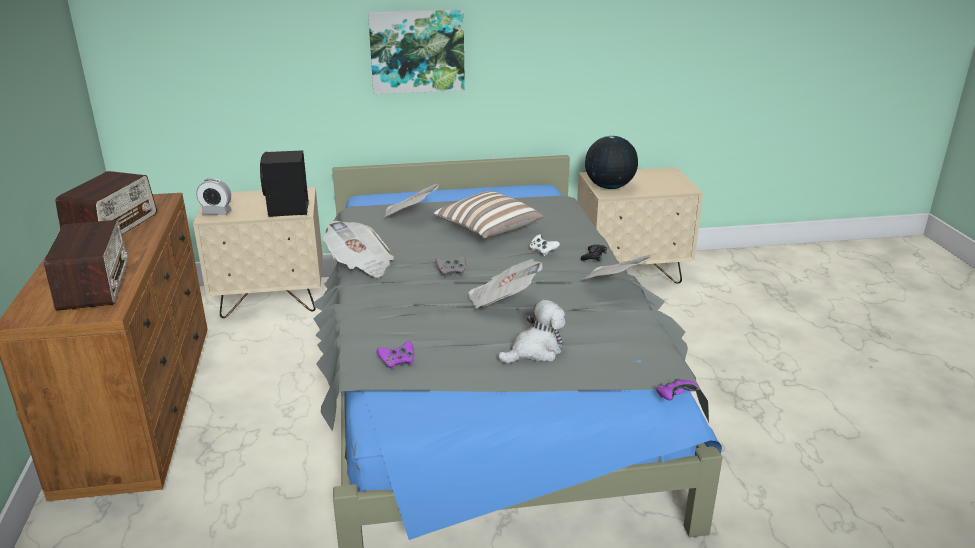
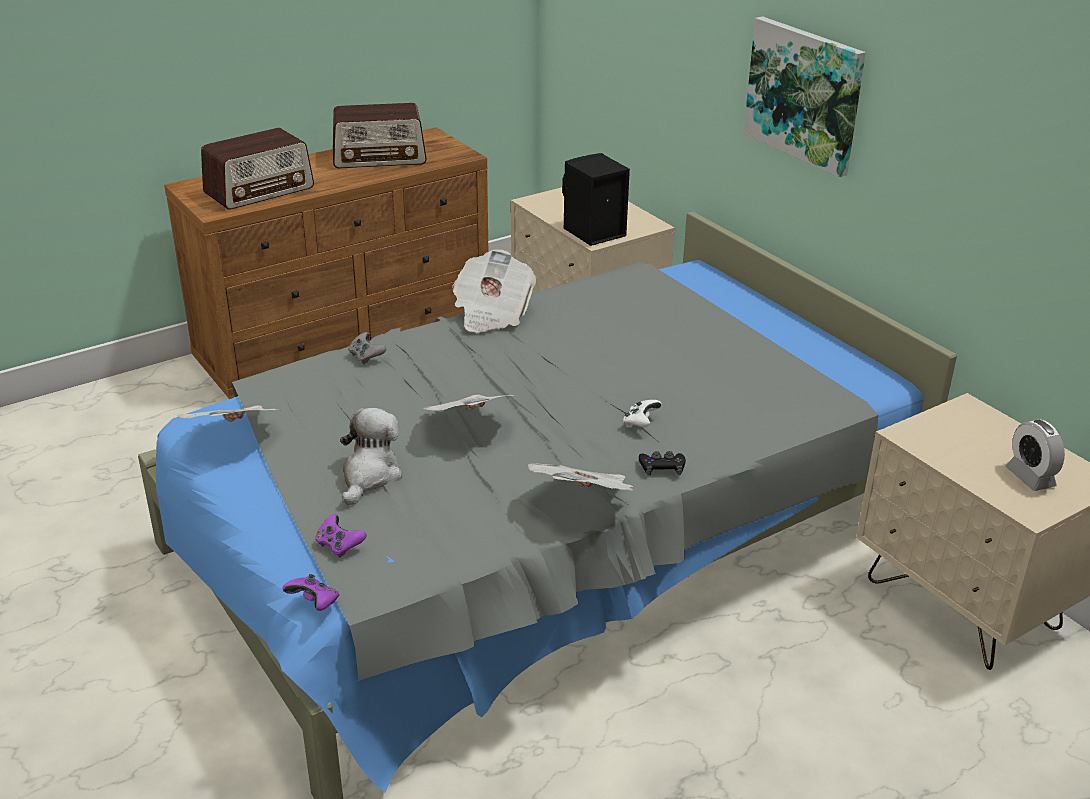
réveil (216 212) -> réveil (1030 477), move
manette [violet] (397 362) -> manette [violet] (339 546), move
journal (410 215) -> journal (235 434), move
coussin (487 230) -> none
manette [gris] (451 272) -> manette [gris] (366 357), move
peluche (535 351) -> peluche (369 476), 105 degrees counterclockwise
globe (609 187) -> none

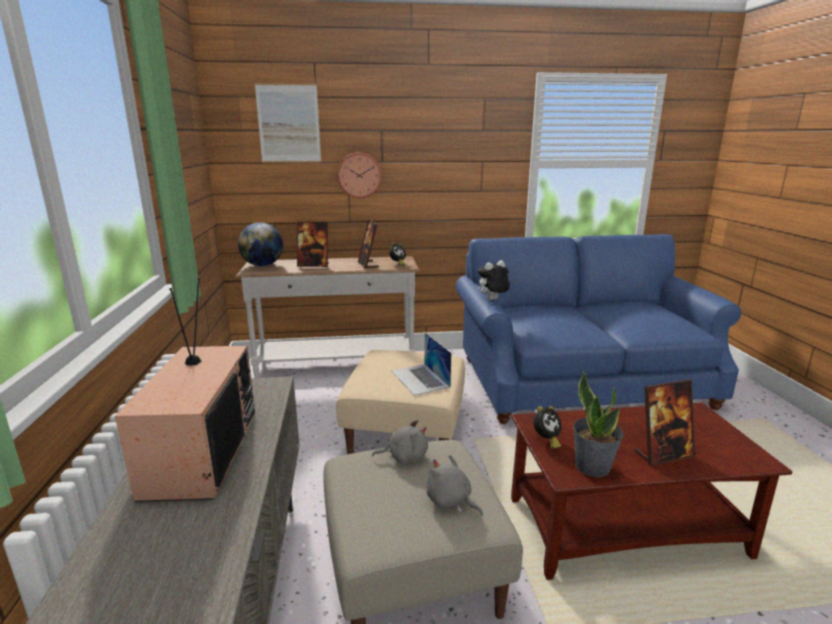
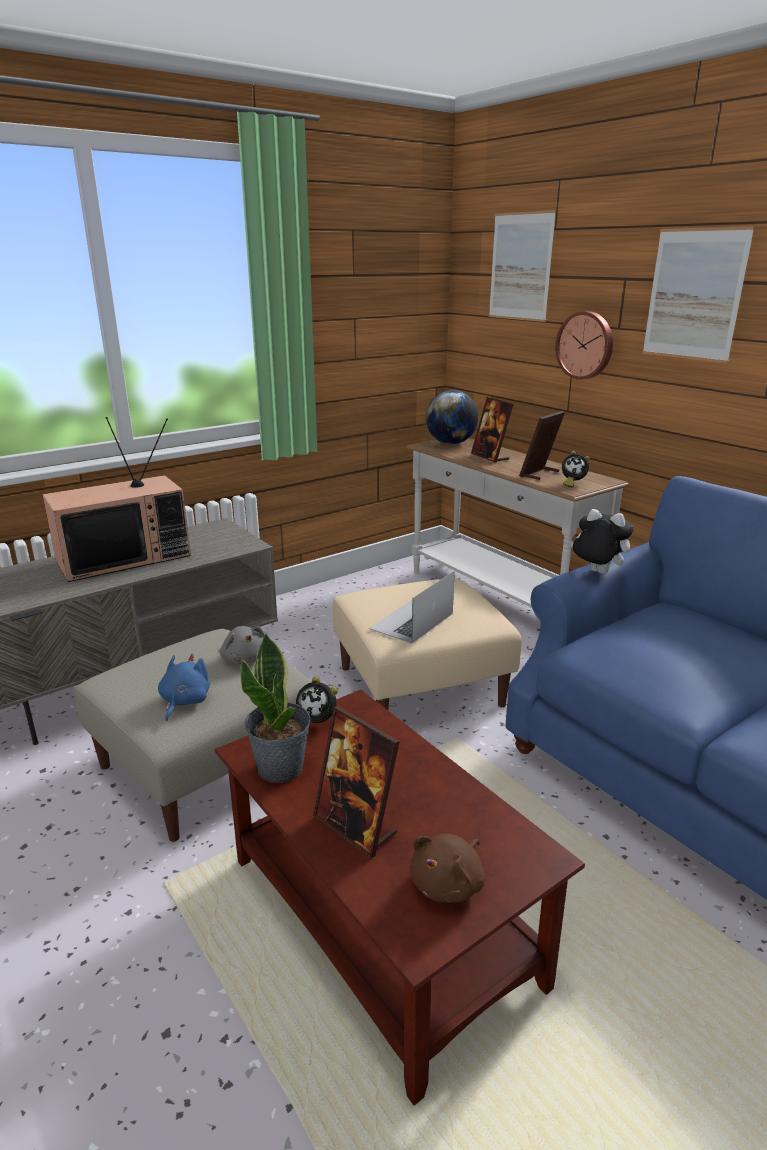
peluche [gris] (450 501) -> peluche [bleu] (184 701)
none -> peluche [marron] (449 884)
none -> tableau (694 295)

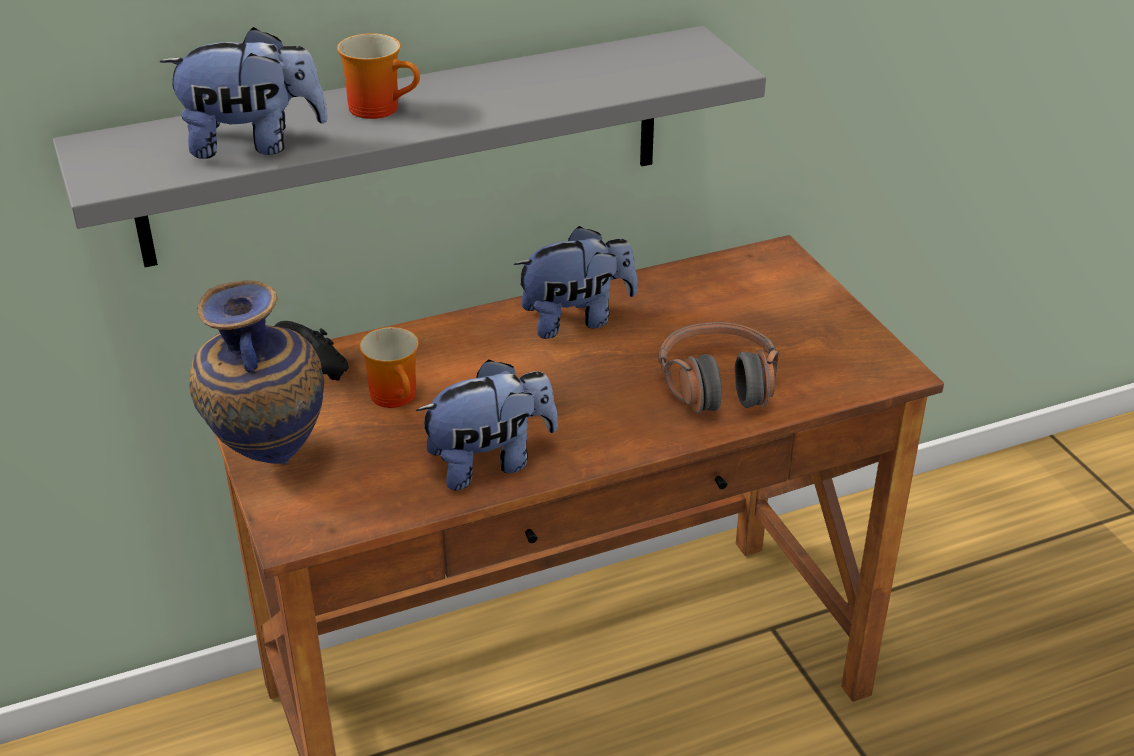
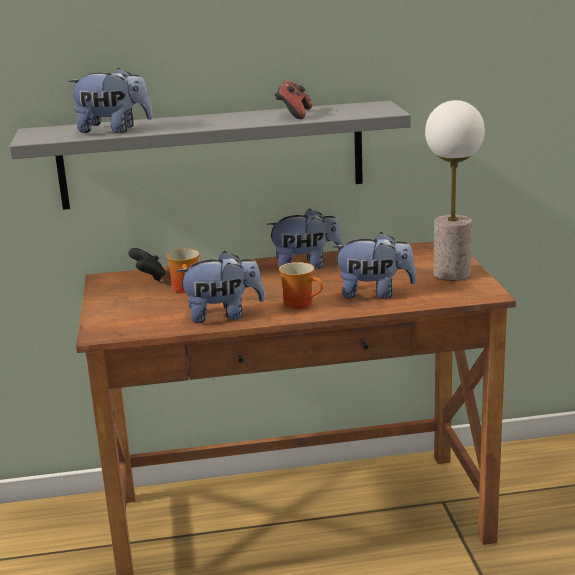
vase (268 461) -> none
mug (381 107) -> mug (302 303), move
casque audio (718 384) -> peluche (374 293)
none -> manette (294 115)
none -> lampe de table (452 274)

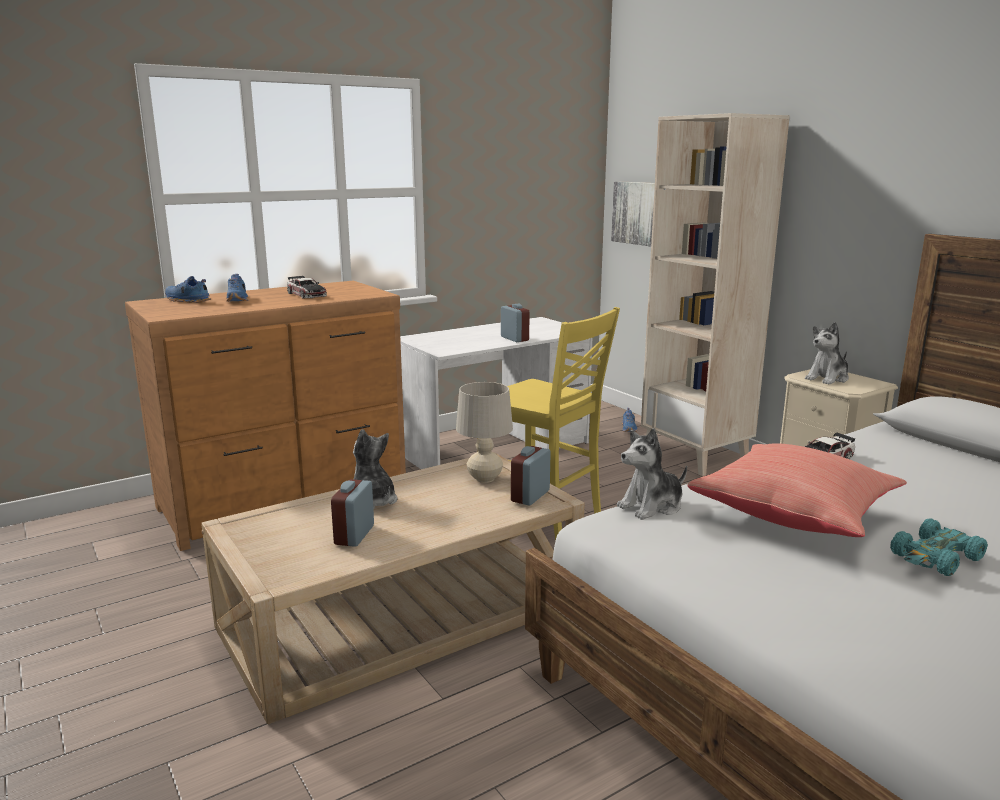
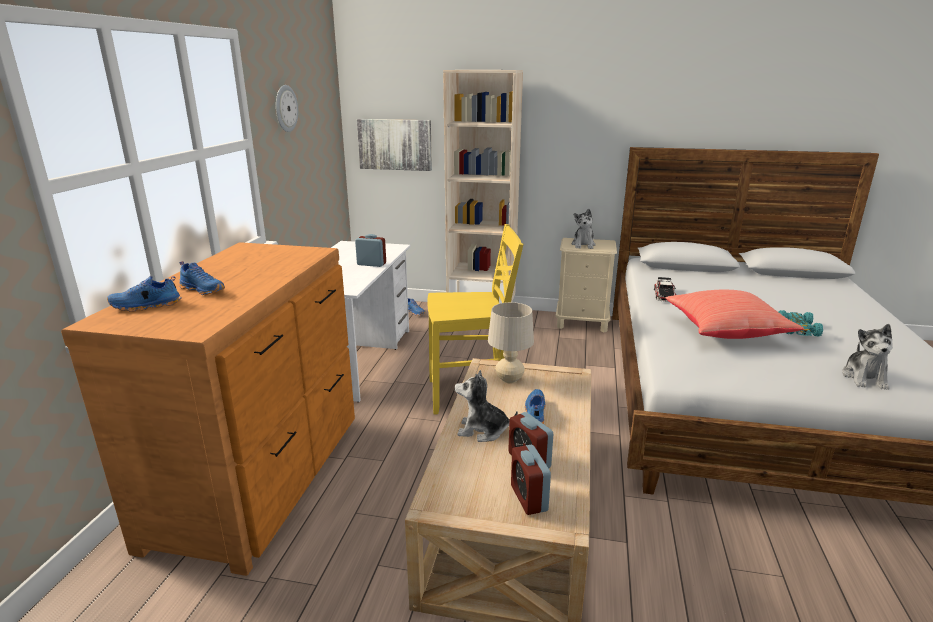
petite voiture (306 294) -> none
réveil (530 496) -> réveil (529 498), move
peluche (652 506) -> peluche (864 378), move
none -> horloge murale (285 108)
none -> chaussure [bleu] (534 412)

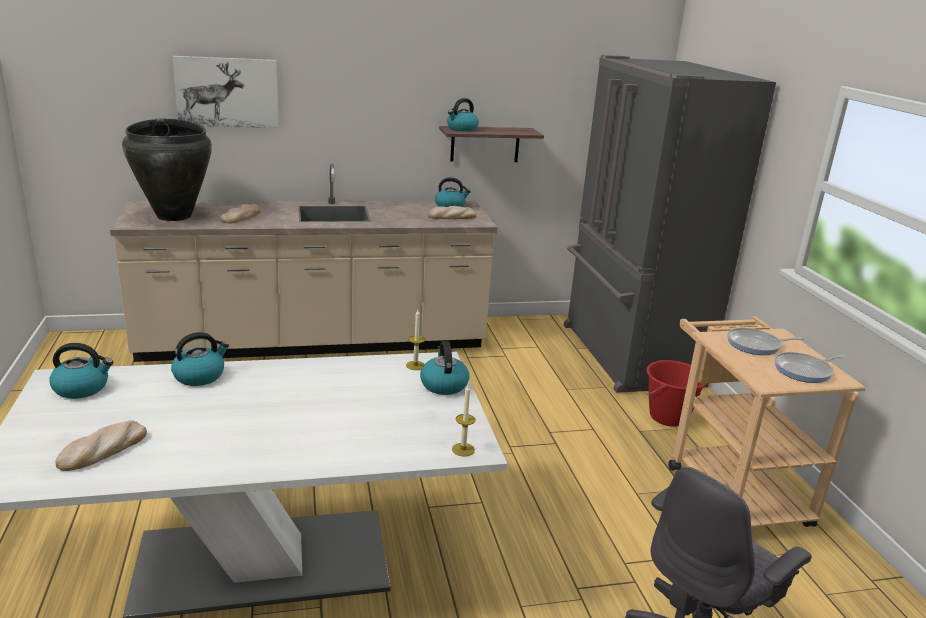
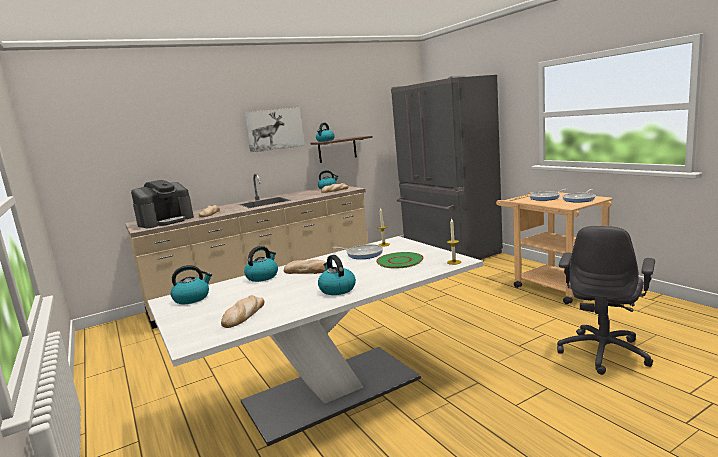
vase [noir] (174 216) -> machine à café (166 221)
tableau (227 92) -> tableau (274 129), move
bouilloire (443 384) -> bouilloire (337 289), move
seau [rouge] (668 417) -> none
none -> pain (308 270)
none -> poêle (363 254)
none -> assiette [vert] (400 261)

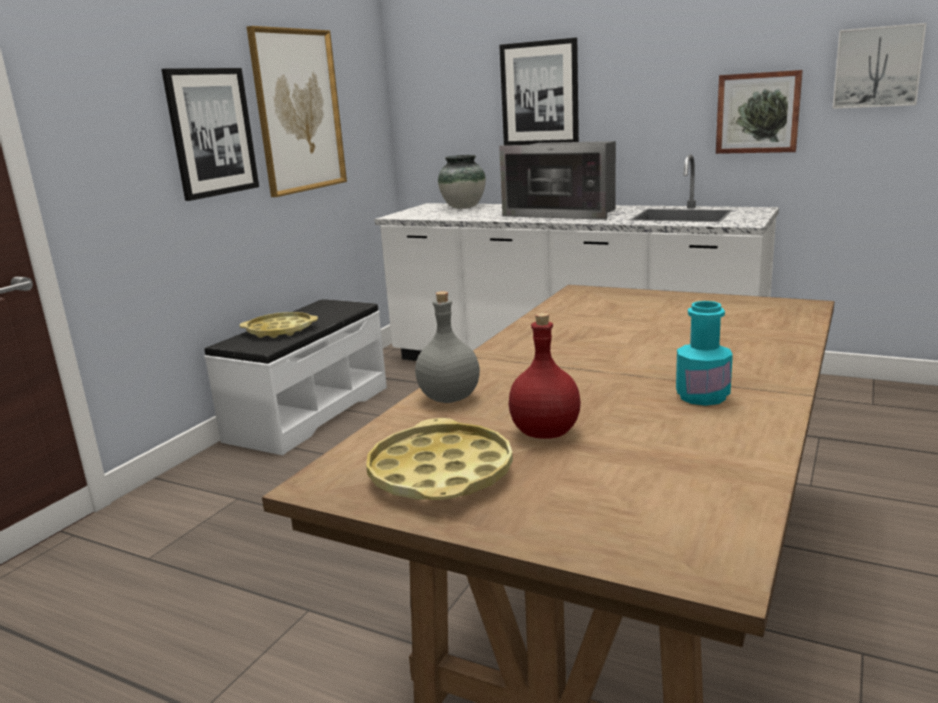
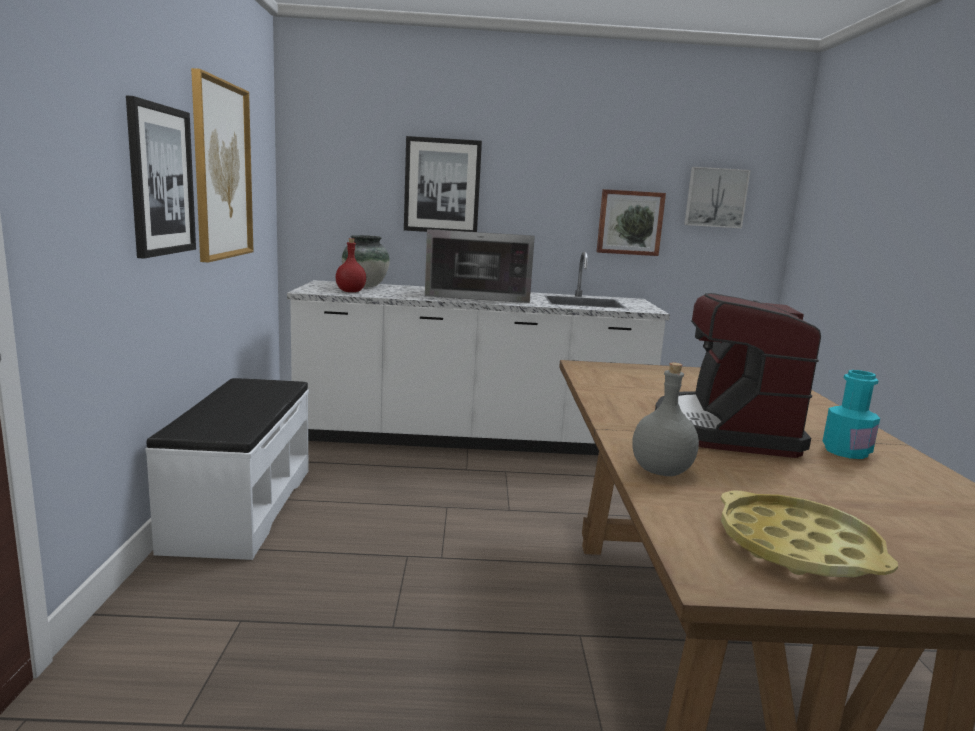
plateau [jaune] (280 330) -> none
bouteille [rouge] (546 433) -> bouteille [rouge] (351 292), move
none -> machine à café (726 430)

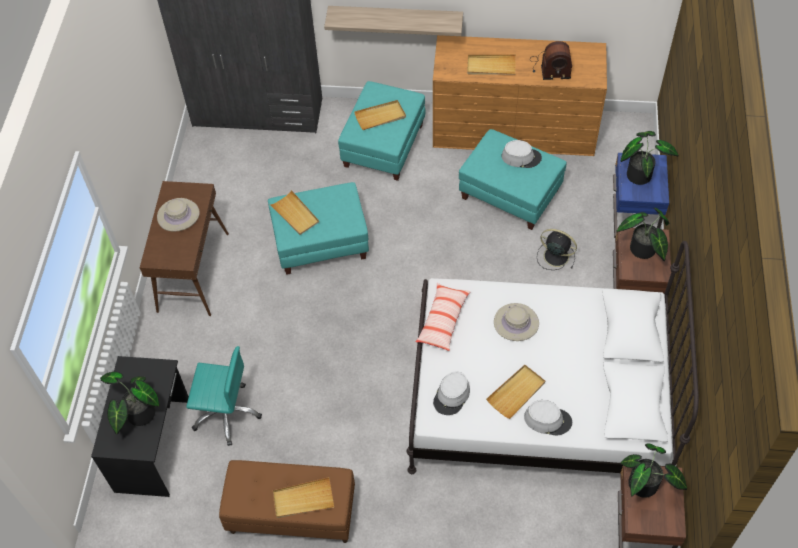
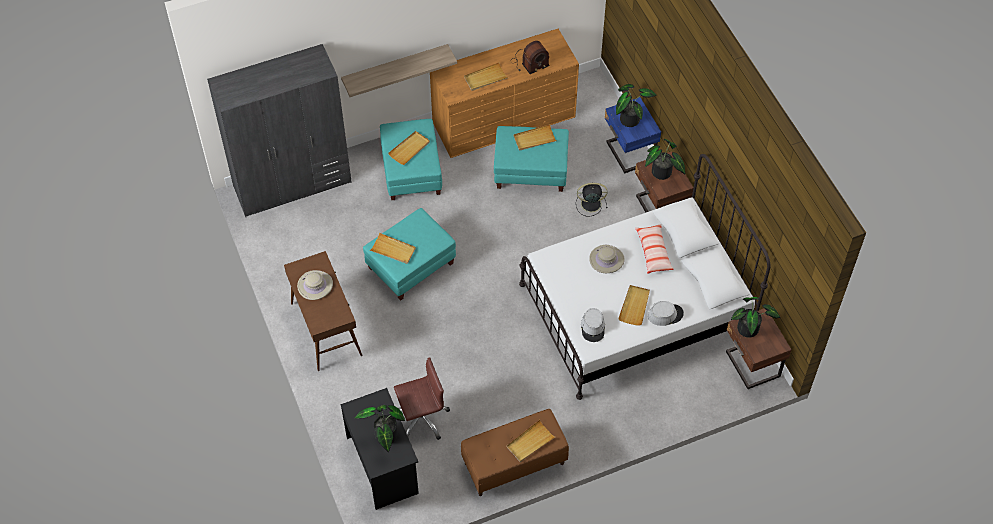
chaise de bureau [turquoise] (226 413) -> chaise de bureau [marron] (421 418)
coussin (443 320) -> coussin (653 252), move
chapeau [gris] (521 157) -> plateau [beige] (534 139)

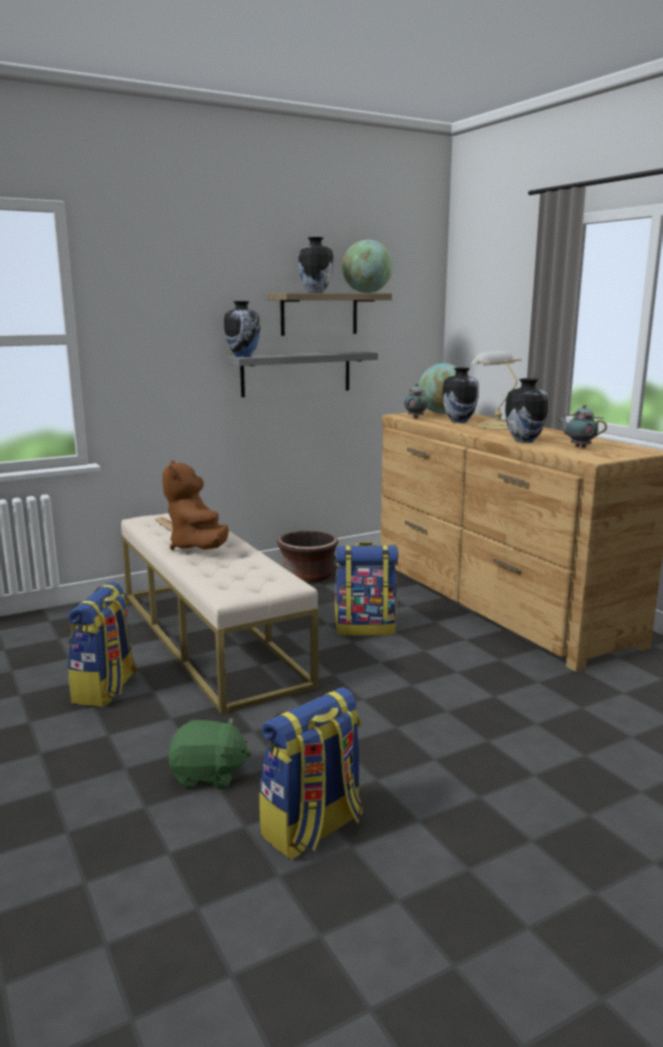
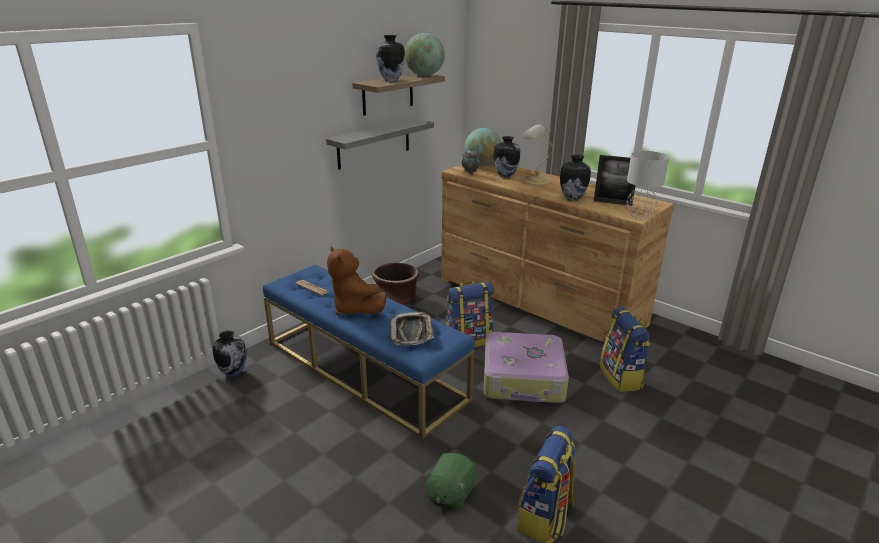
sac à dos (106 689) -> sac à dos (621 377), move
banc [beige] (209 636) -> banc [bleu] (363 370)
peluche [vert] (208 775) -> peluche [vert] (450 493), 135 degrees clockwise
vase (243 356) -> vase (233 372), move
théière (579 447) -> cadre photo (612 203)
none -> plateau (412 332)
none -> valise (523 379)
none -> lampe de table [gris] (640 216)

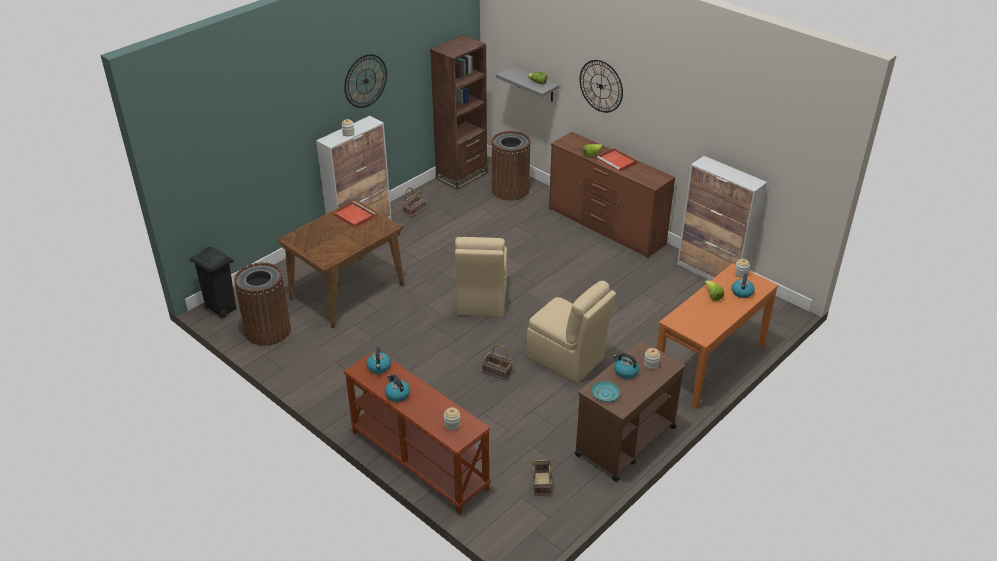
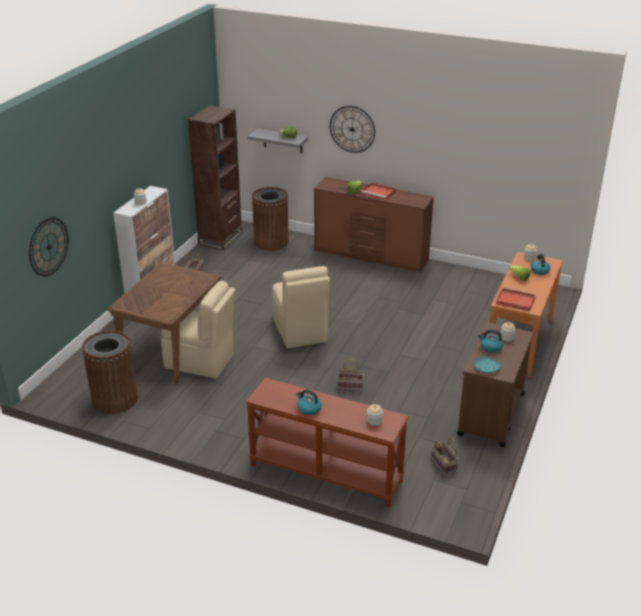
poubelle [noir] (221 309) -> none
plateau [rouge] (353 216) -> plateau [rouge] (514 301), move
horloge murale (365 81) -> horloge murale (48 246), move
bouilloire (379 367) -> none
chaise [beige] (567 359) -> chaise [beige] (201 362), move
meuble de rangement (712 273) -> none

